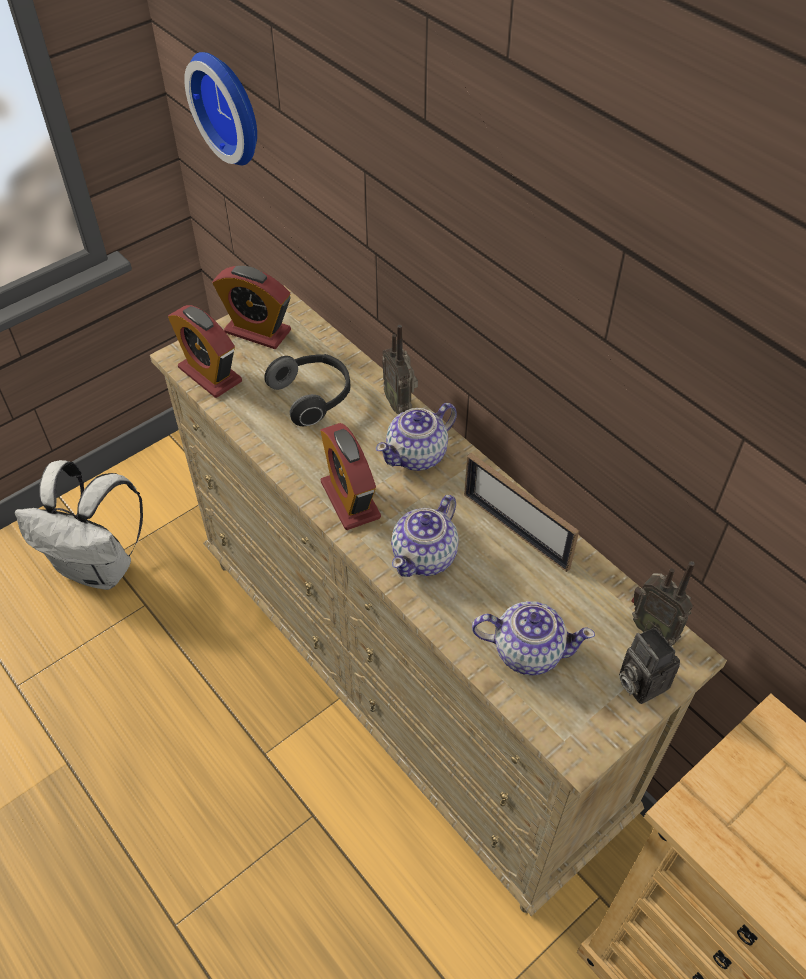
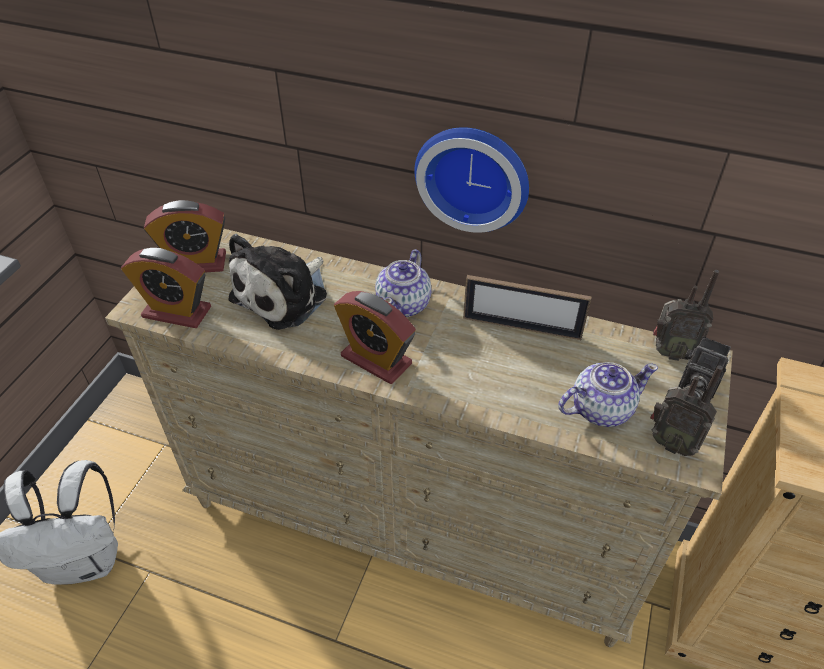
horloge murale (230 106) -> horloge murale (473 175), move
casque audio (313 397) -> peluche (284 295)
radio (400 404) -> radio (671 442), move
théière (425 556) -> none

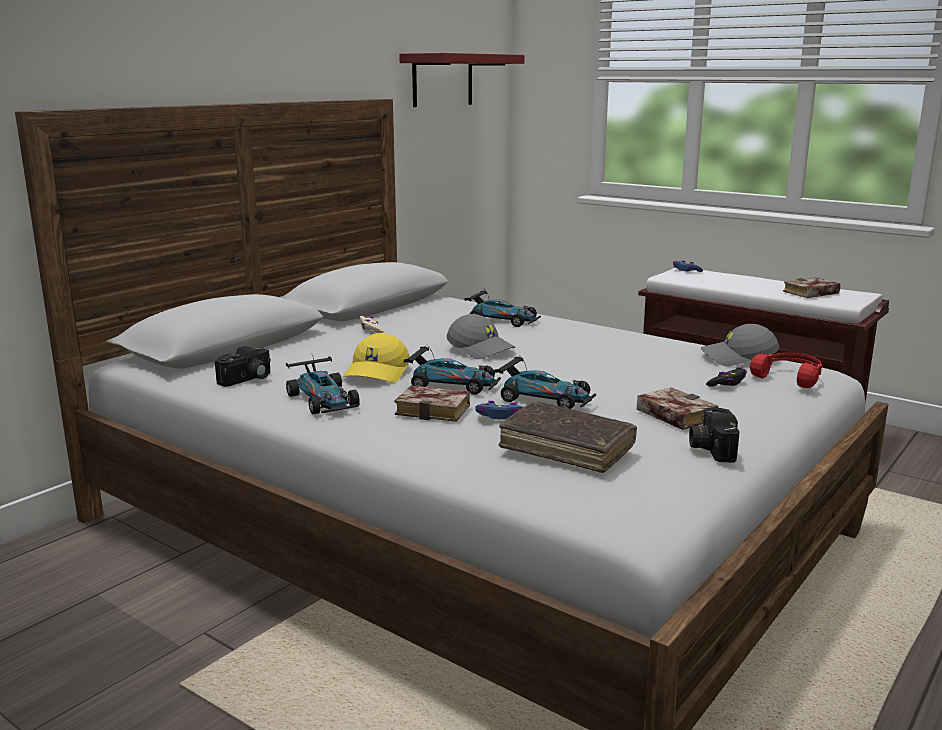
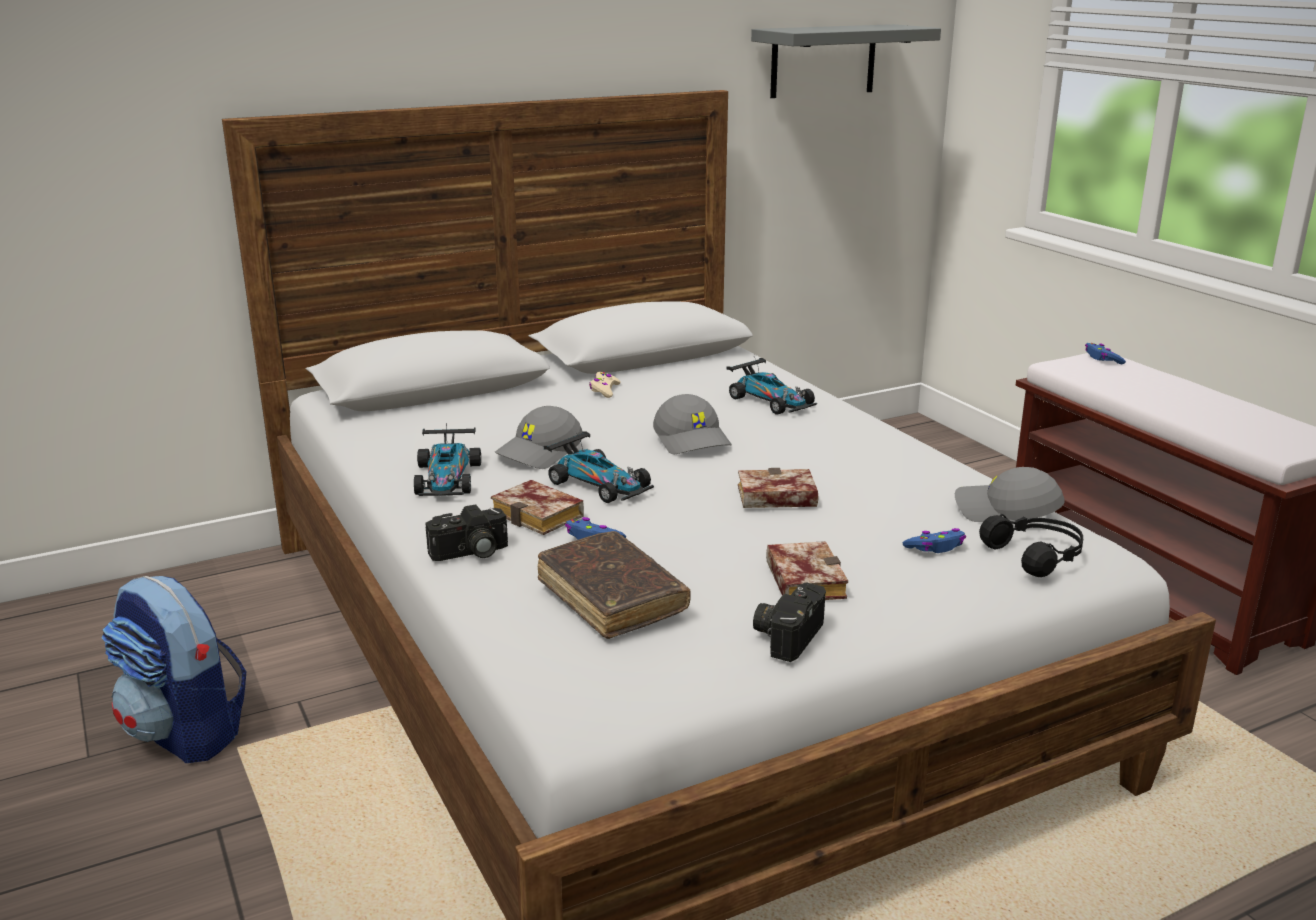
appareil photo (248 379) -> appareil photo (470 553), move
casquette [jaune] (378 373) -> casquette [gris] (540 453)
étagère [rouge] (442 80) -> étagère [gris] (823 61)
petite voiture (544 398) -> none
manette [noir] (727 383) -> manette [bleu] (936 547)
casque audio [rouge] (790 377) -> casque audio [noir] (1036 555)
livre (810 293) -> livre (773 498), move
none -> sac à dos (186 733)

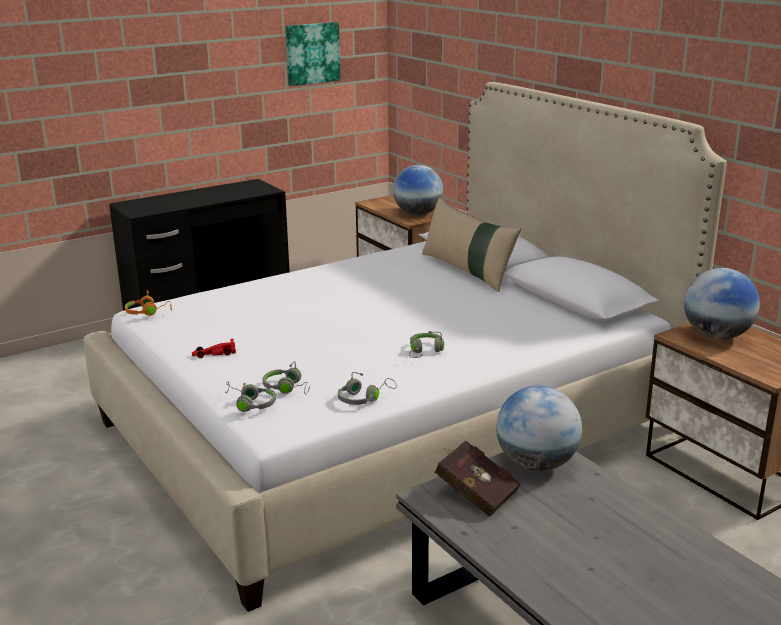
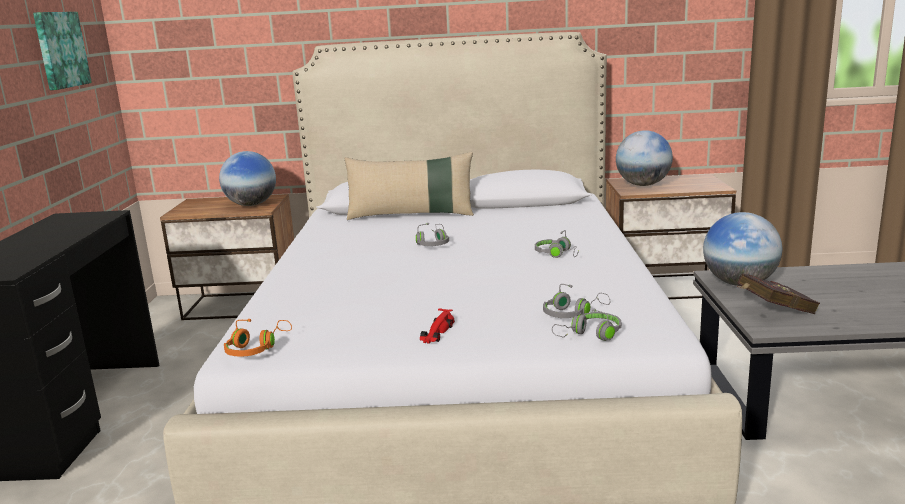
casque audio [gris] (364 398) -> casque audio [gris] (433 243), move

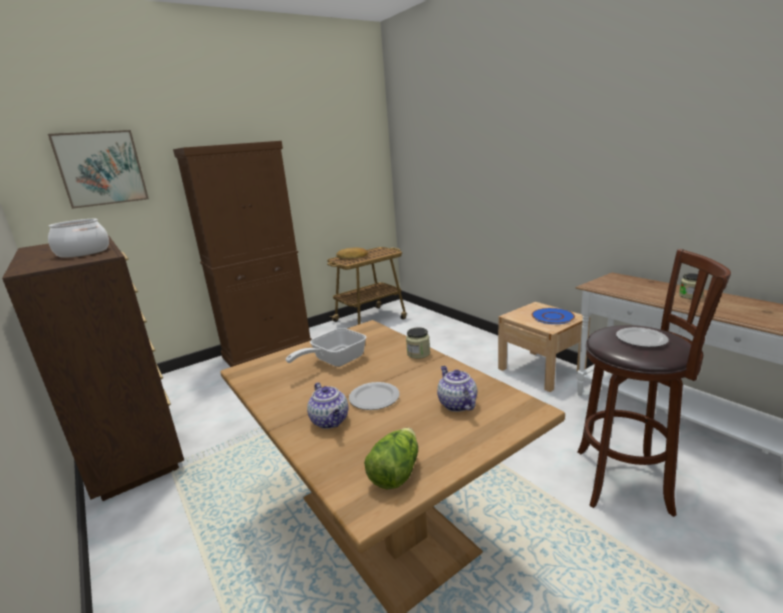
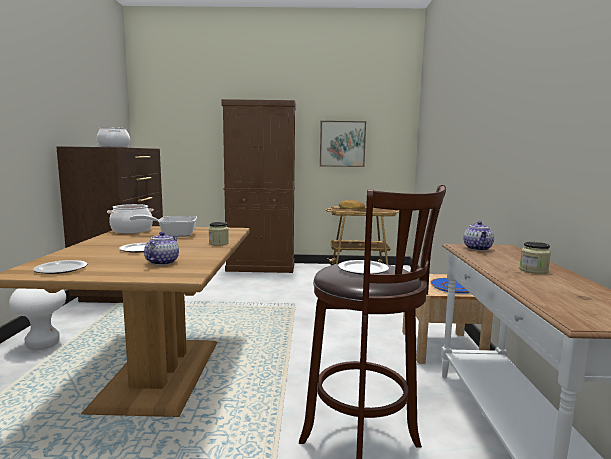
tableau (101 168) -> tableau (342 144), move
théière (330 421) -> théière (478 248), move
laitue (395 471) -> assiette (60 269)
none -> tabouret [blanc] (43 345)
none -> marmite (132 230)

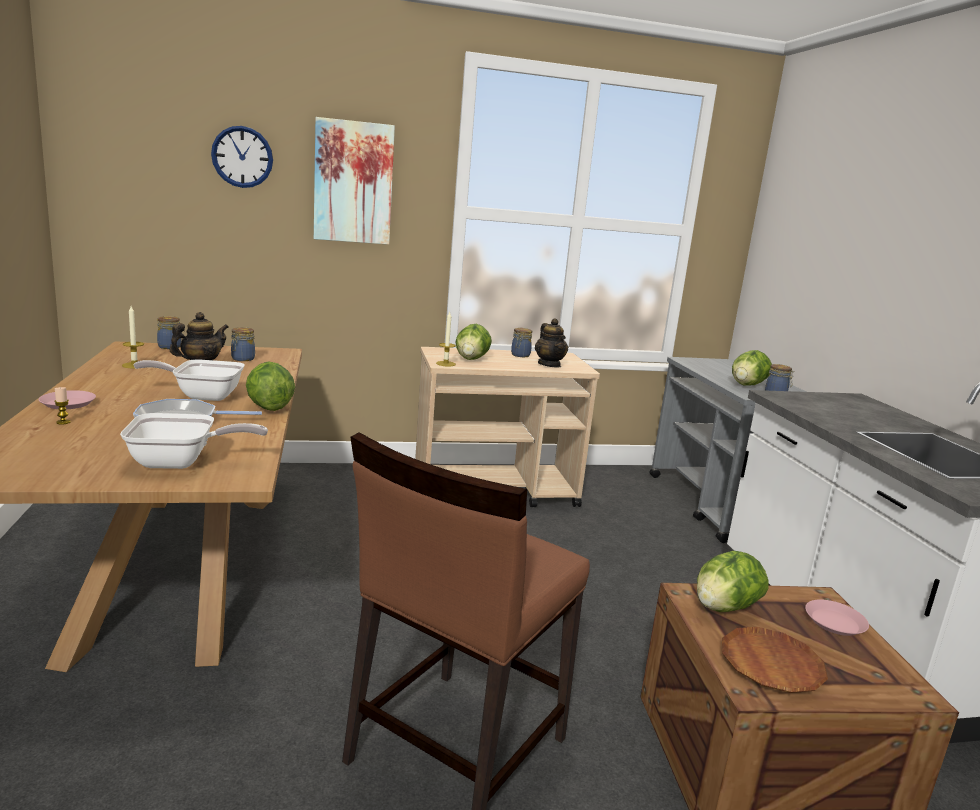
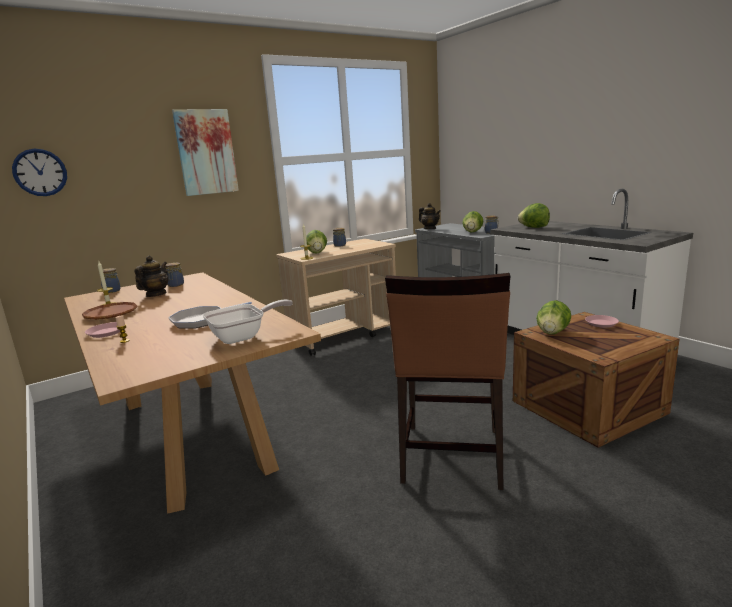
poêle (202 396) -> none
horloge murale (242 157) -> horloge murale (40 172), move
laitue (268 407) -> laitue (534 227), move
théière (549 365) -> théière (430 229), move
assiette [marron] (771 665) -> assiette [marron] (111 314), move

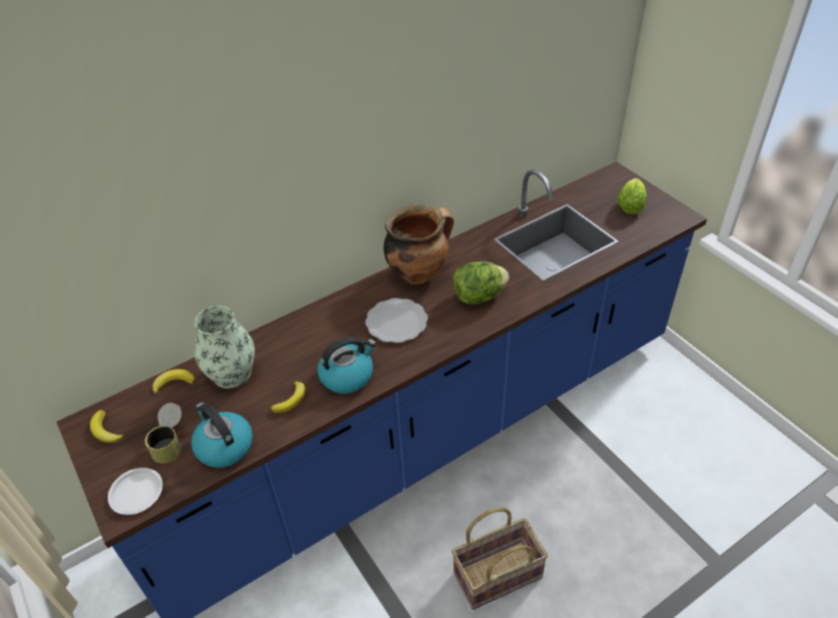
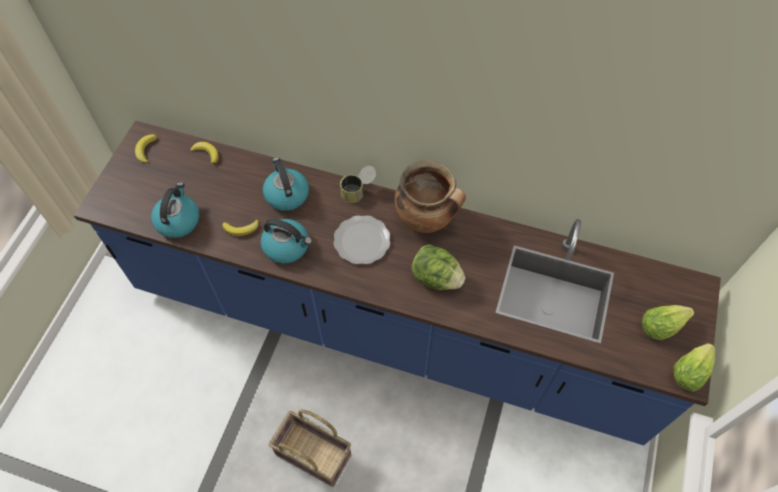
assiette [blanc] (137 493) -> none
boîte métallique (171 443) -> boîte métallique (358 191), move
vase (232 373) -> none
none -> bouilloire (286 194)
none -> laitue (690 370)

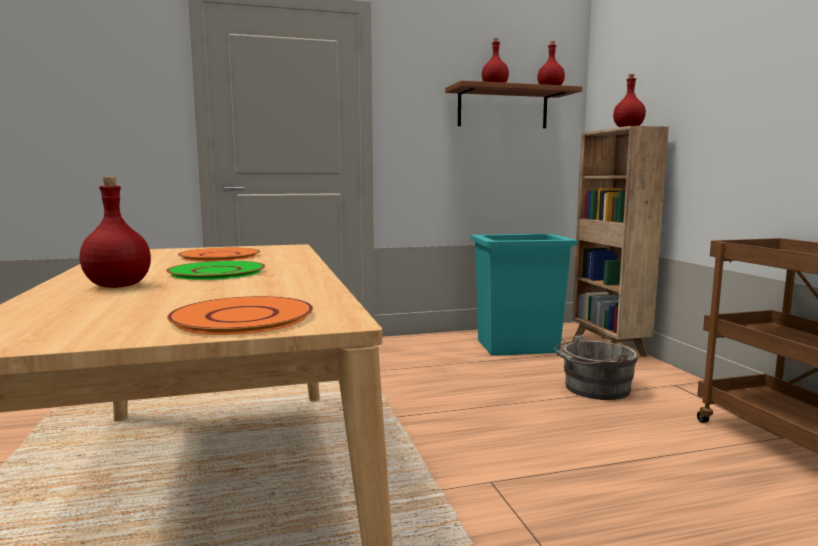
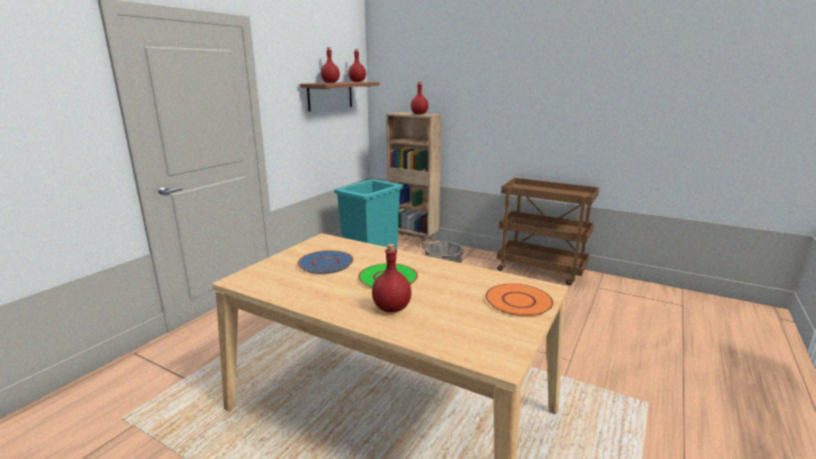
assiette [orange] (220 256) -> assiette [bleu] (326 263)

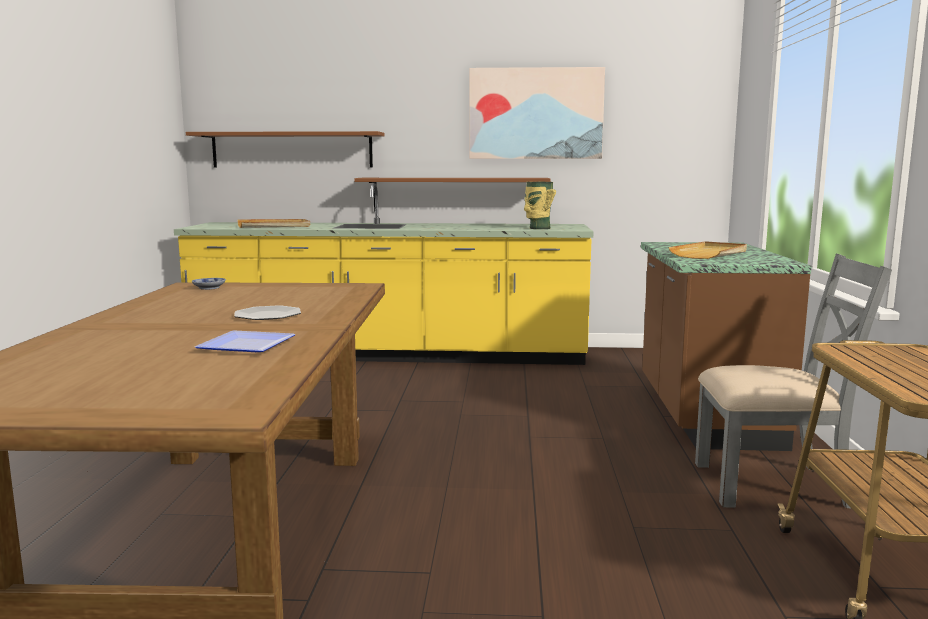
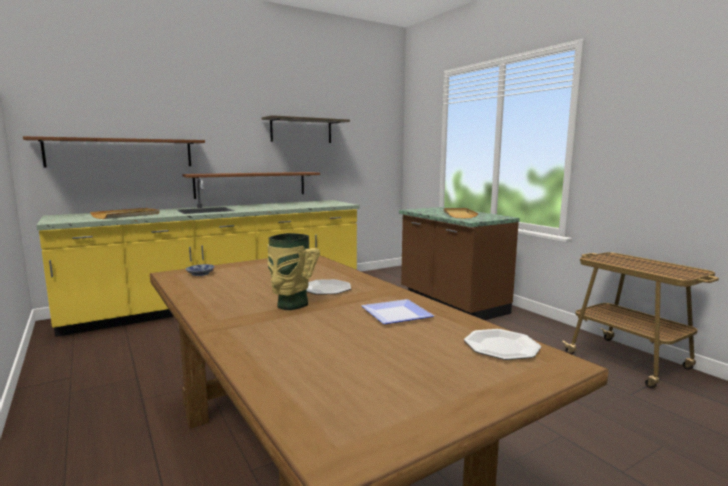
tableau (535 113) -> étagère (301 130)
vase (538 228) -> vase (290 305), move
chaise [gris] (772 485) -> none
none -> assiette (501 346)

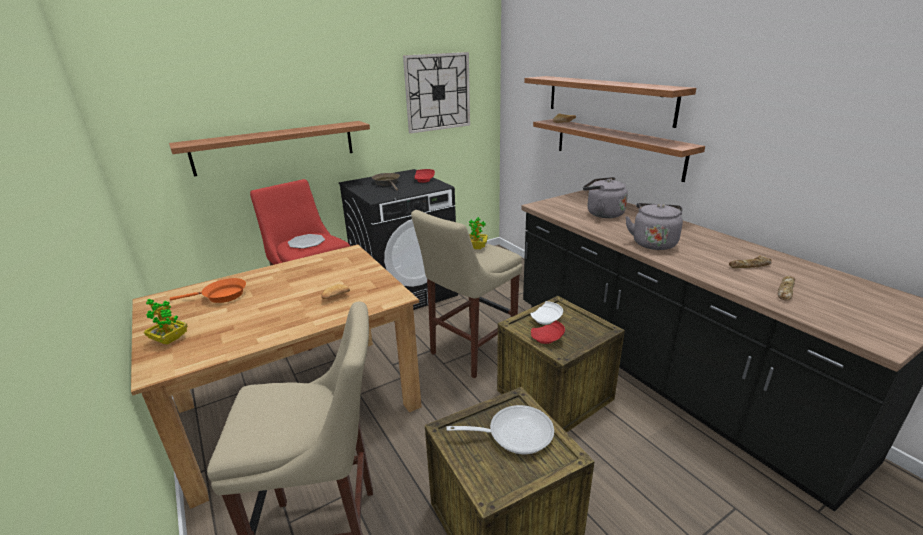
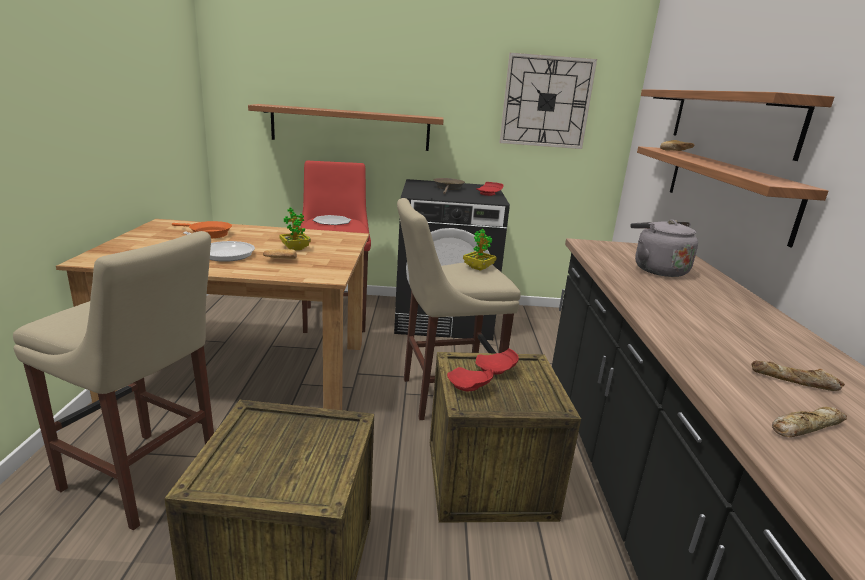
plante en pot (169 339) -> plante en pot (295 248), move
poêle (514 433) -> poêle (224 253), move
assiette [blanc] (546 319) -> assiette [rouge] (496 369)
bouilloire [gris] (653 242) -> none

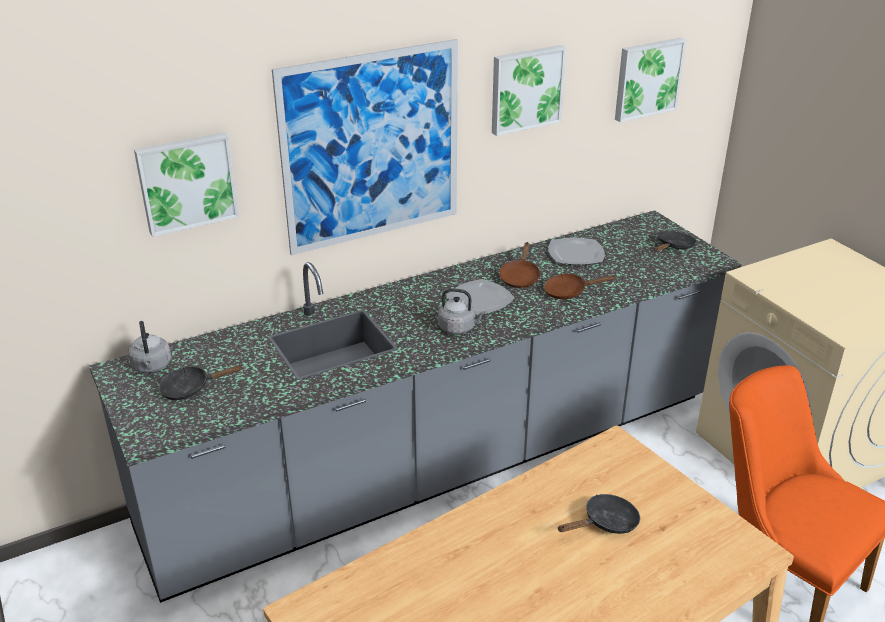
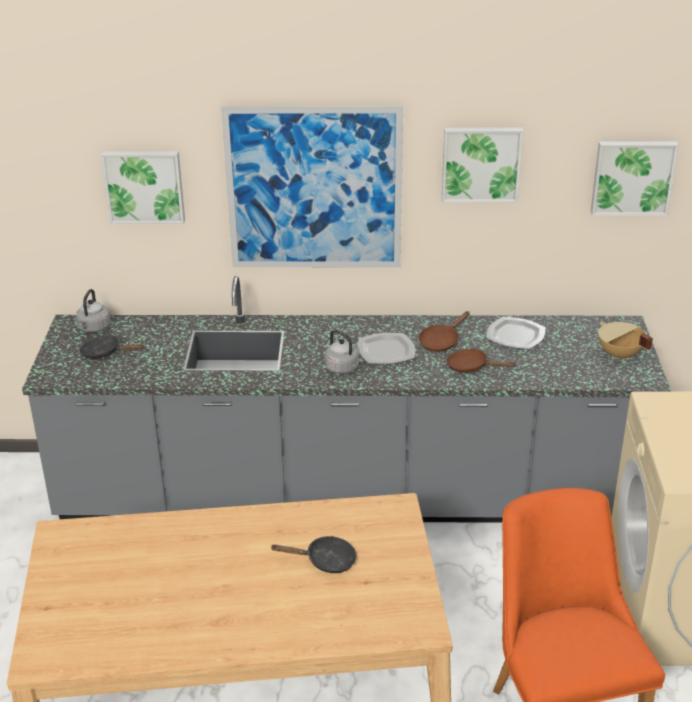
poêle [noir] (673 247) -> marmite [beige] (619 355)

